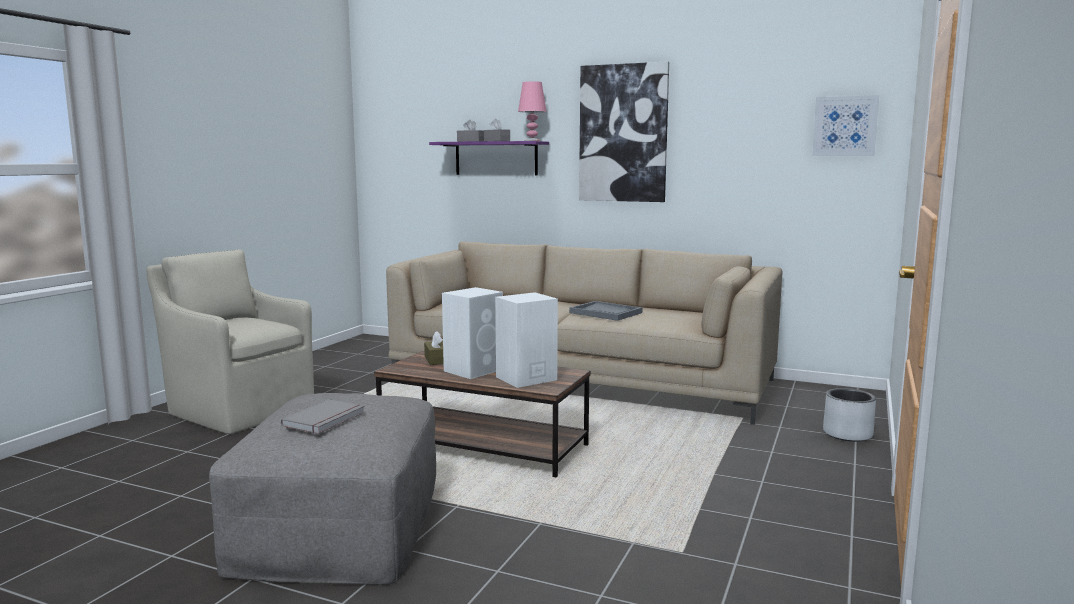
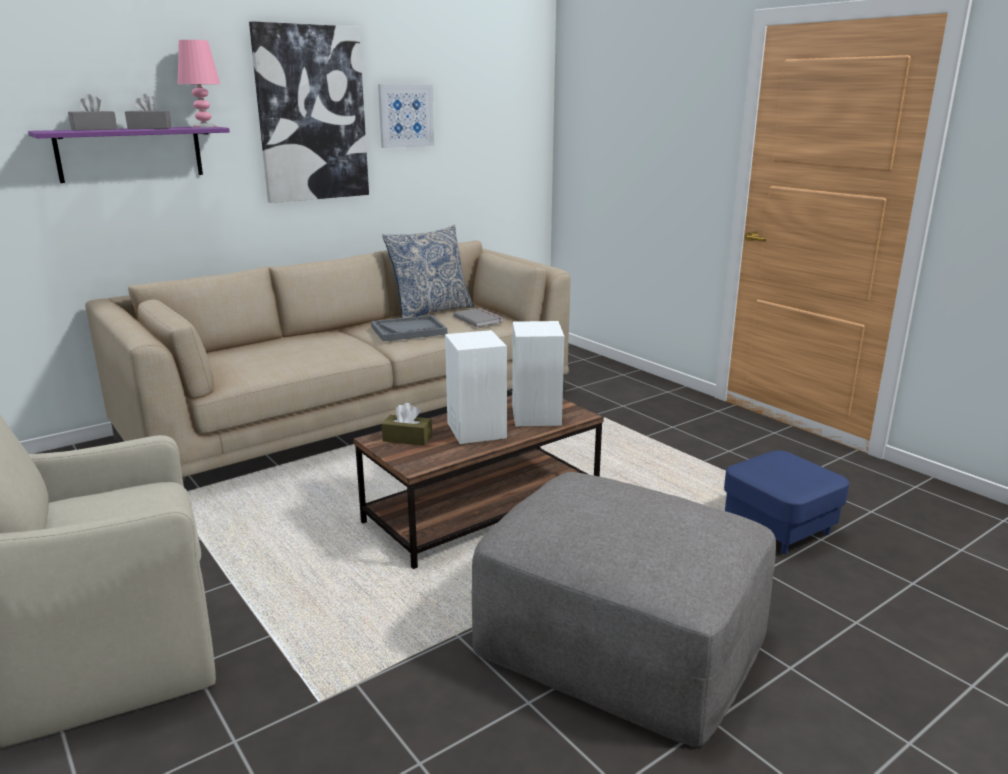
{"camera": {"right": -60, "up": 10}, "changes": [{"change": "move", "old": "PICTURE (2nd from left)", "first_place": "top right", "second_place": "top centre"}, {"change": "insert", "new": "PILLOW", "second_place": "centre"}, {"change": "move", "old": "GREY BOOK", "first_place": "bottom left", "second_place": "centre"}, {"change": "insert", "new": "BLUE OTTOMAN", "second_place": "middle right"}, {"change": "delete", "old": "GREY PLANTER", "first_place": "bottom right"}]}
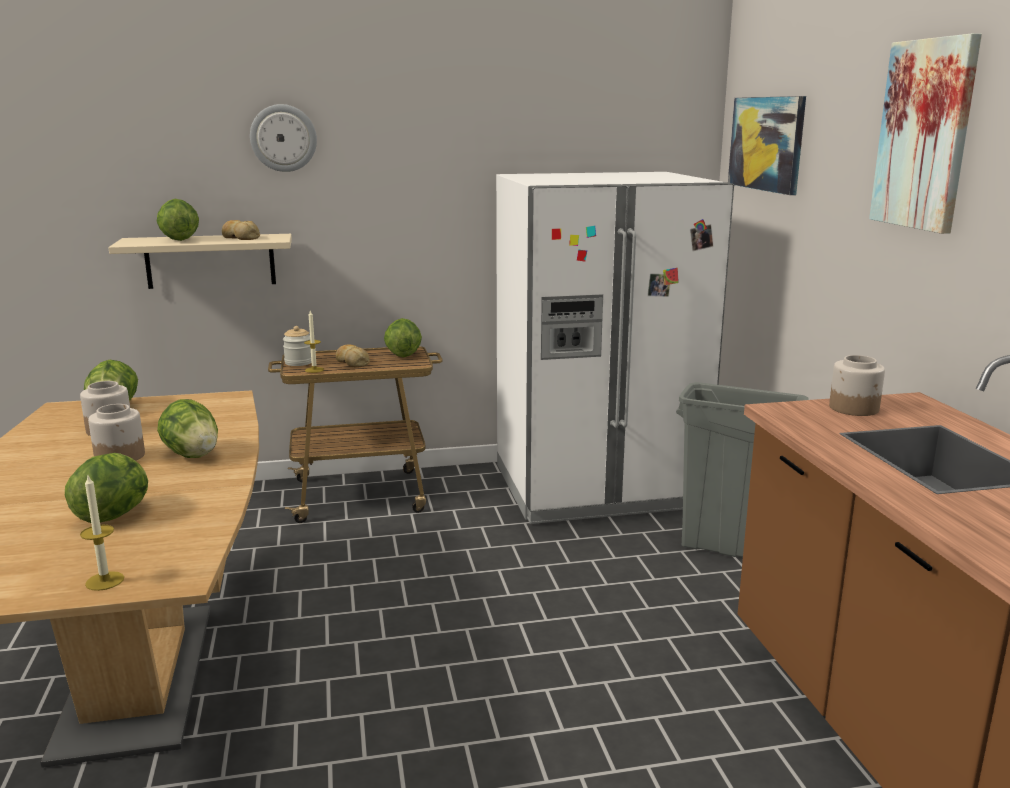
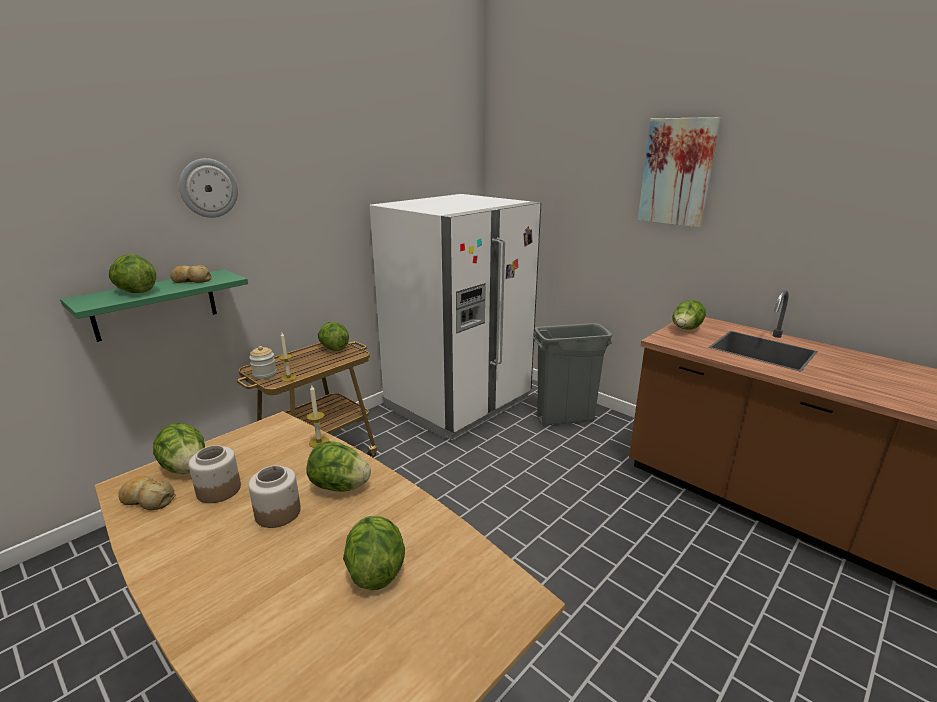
{"camera": {"right": -35, "up": 5}, "changes": [{"change": "recolor", "old": "BEIGE SHELF", "new": "GREEN SHELF", "first_place": "top left", "second_place": "middle left"}, {"change": "move", "old": "BREAD (2nd from left in the first image)", "new": "BREAD (1st from left)", "first_place": "centre", "second_place": "bottom left"}, {"change": "move", "old": "CANDLE (1st from left in the first image)", "new": "CANDLE (2nd from left)", "first_place": "bottom left", "second_place": "centre"}, {"change": "replace", "old": "JAR (4th from left)", "new": "LETTUCE (6th from left)", "first_place": "middle right", "second_place": "middle right"}, {"change": "delete", "old": "PICTURE (1st from left)", "first_place": "top right"}]}
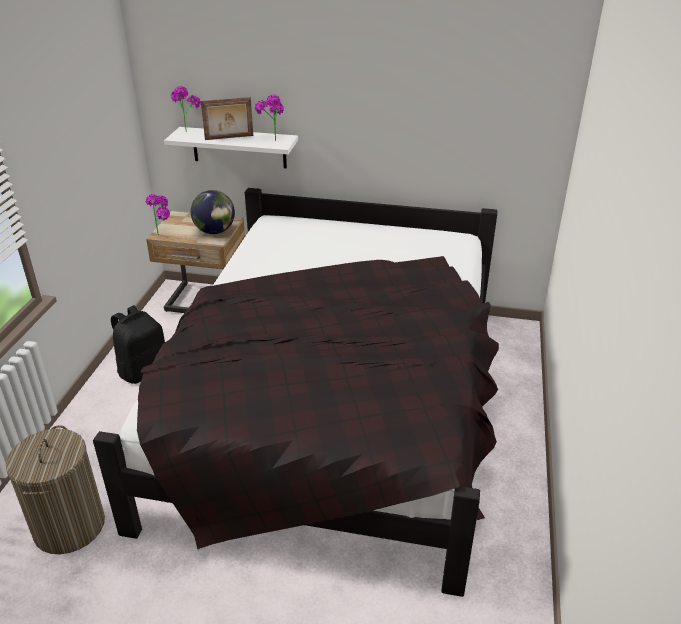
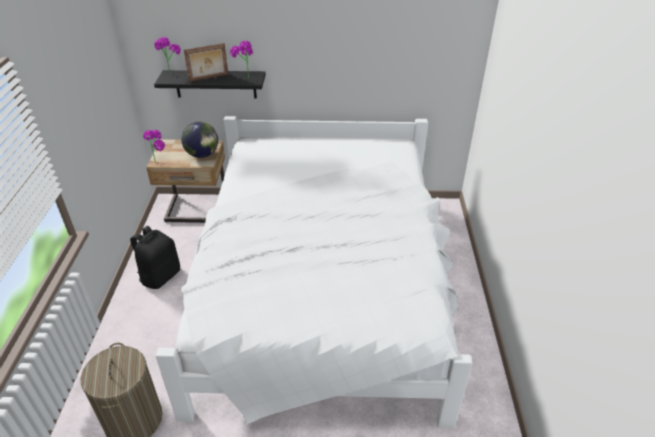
{"camera": {"right": -10, "up": 5}, "changes": [{"change": "recolor", "old": "WHITE SHELF", "new": "BLACK SHELF", "first_place": "top centre", "second_place": "top left"}, {"change": "recolor", "old": "BLACK BED", "new": "WHITE BED", "first_place": "centre", "second_place": "centre"}]}
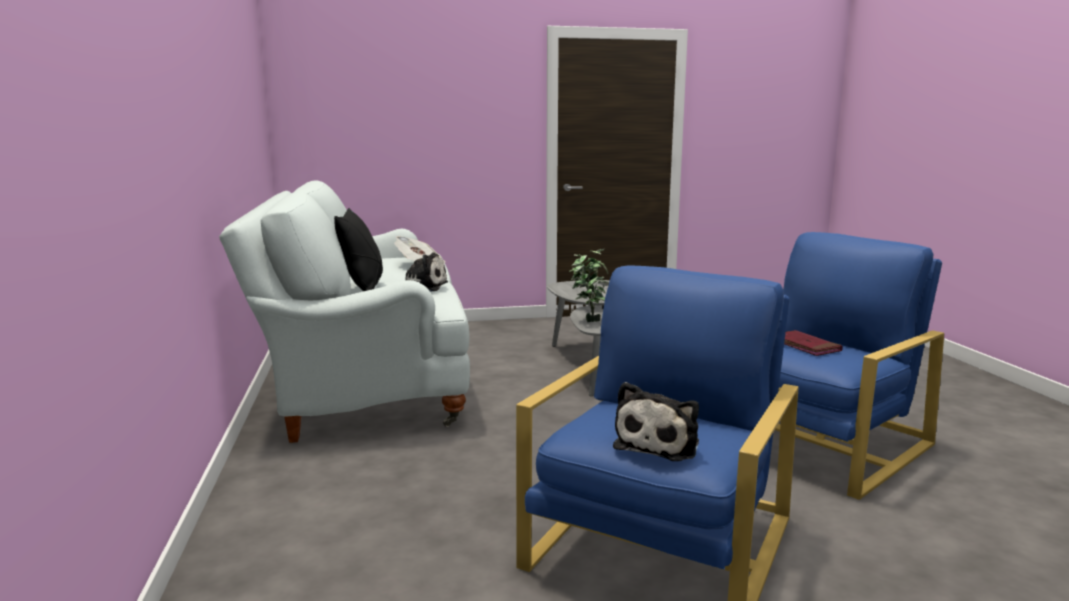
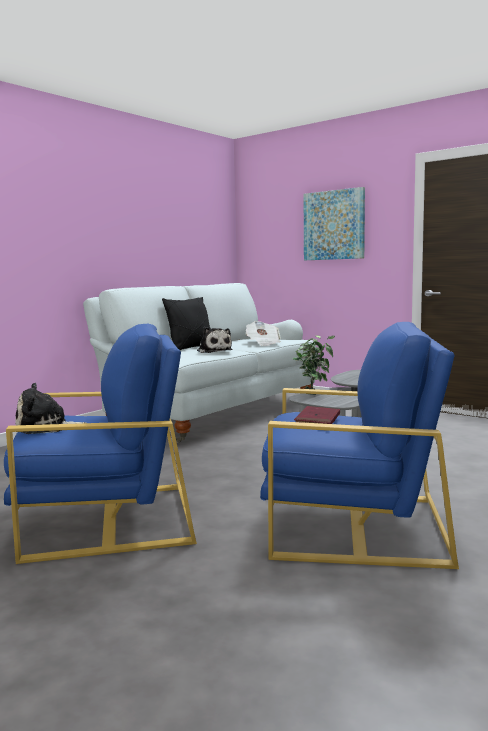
{"camera": {"right": 50, "up": -5}, "changes": [{"change": "insert", "new": "PICTURE", "second_place": "top right"}]}
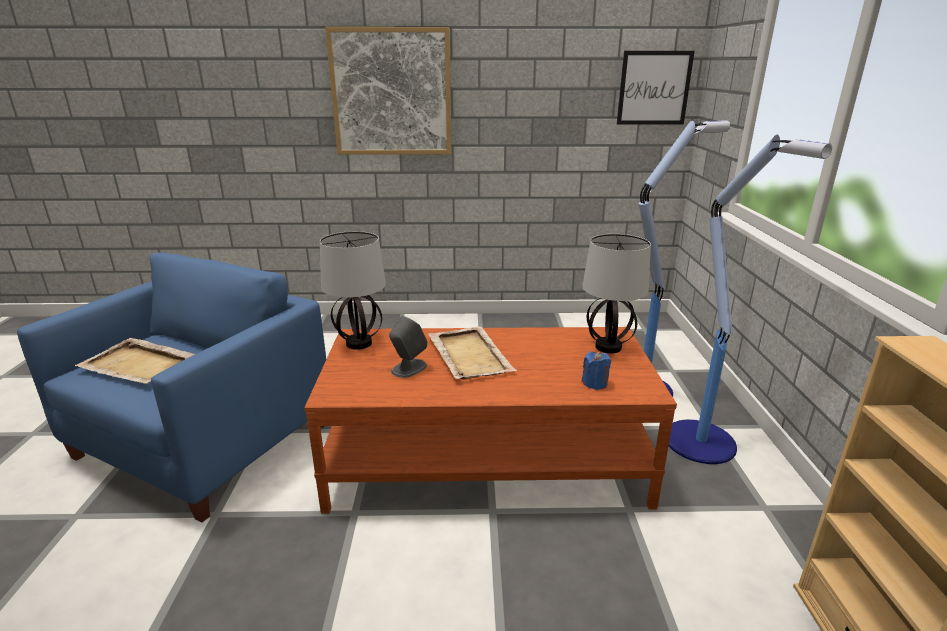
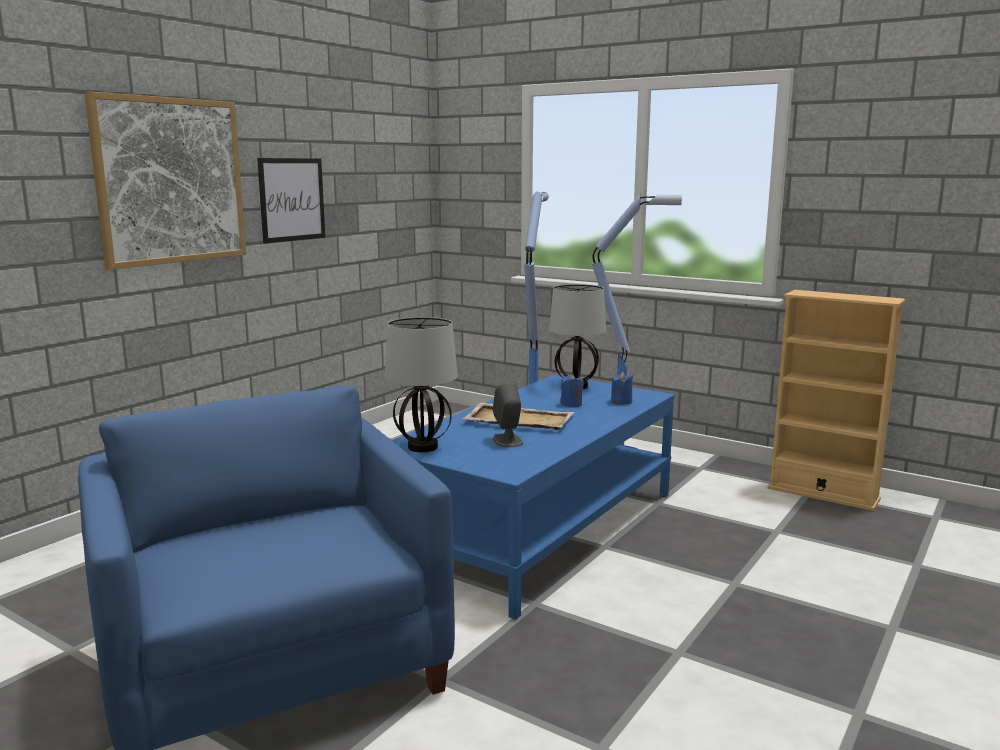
{"camera": {"right": -55, "up": -10}, "changes": [{"change": "move", "old": "PICTURE (2nd from left)", "first_place": "top right", "second_place": "top left"}, {"change": "recolor", "old": "BROWN COFFEE TABLE", "new": "BLUE COFFEE TABLE", "first_place": "centre", "second_place": "centre"}, {"change": "insert", "new": "BLUE CANDLE (1st from left)", "second_place": "centre"}, {"change": "delete", "old": "BEIGE TRAY (1st from left)", "first_place": "middle left"}]}
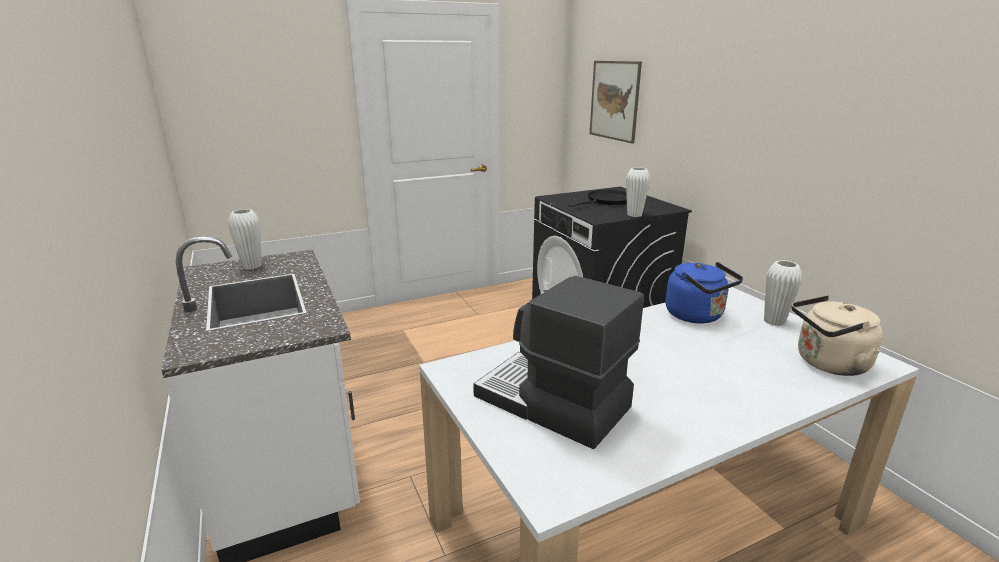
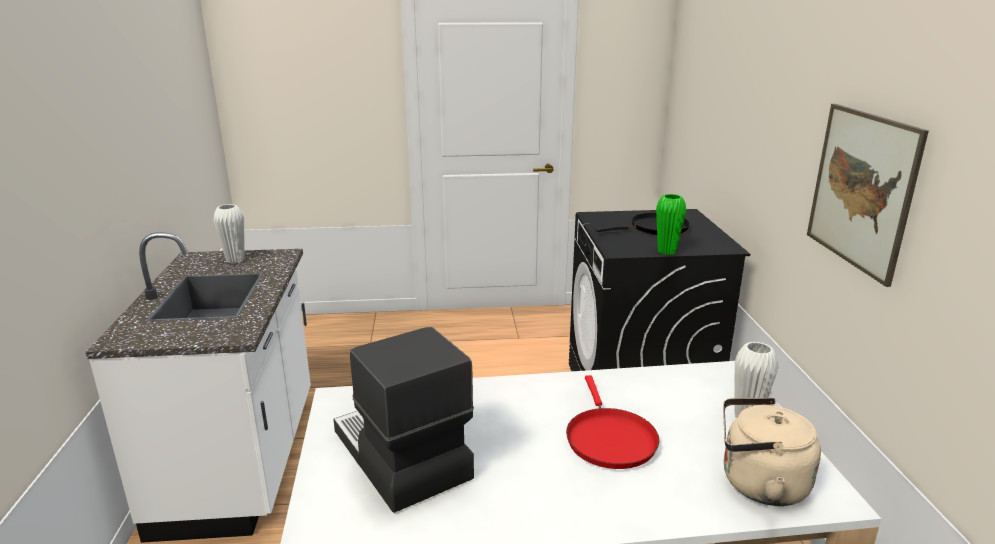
{"camera": {"right": 20, "up": 0}, "changes": [{"change": "insert", "new": "RED FRYING PAN", "second_place": "bottom centre"}, {"change": "recolor", "old": "WHITE VASE (2nd from left)", "new": "GREEN VASE", "first_place": "centre", "second_place": "middle right"}, {"change": "move", "old": "PICTURE", "first_place": "top centre", "second_place": "middle right"}, {"change": "delete", "old": "BLUE KETTLE", "first_place": "middle right"}]}
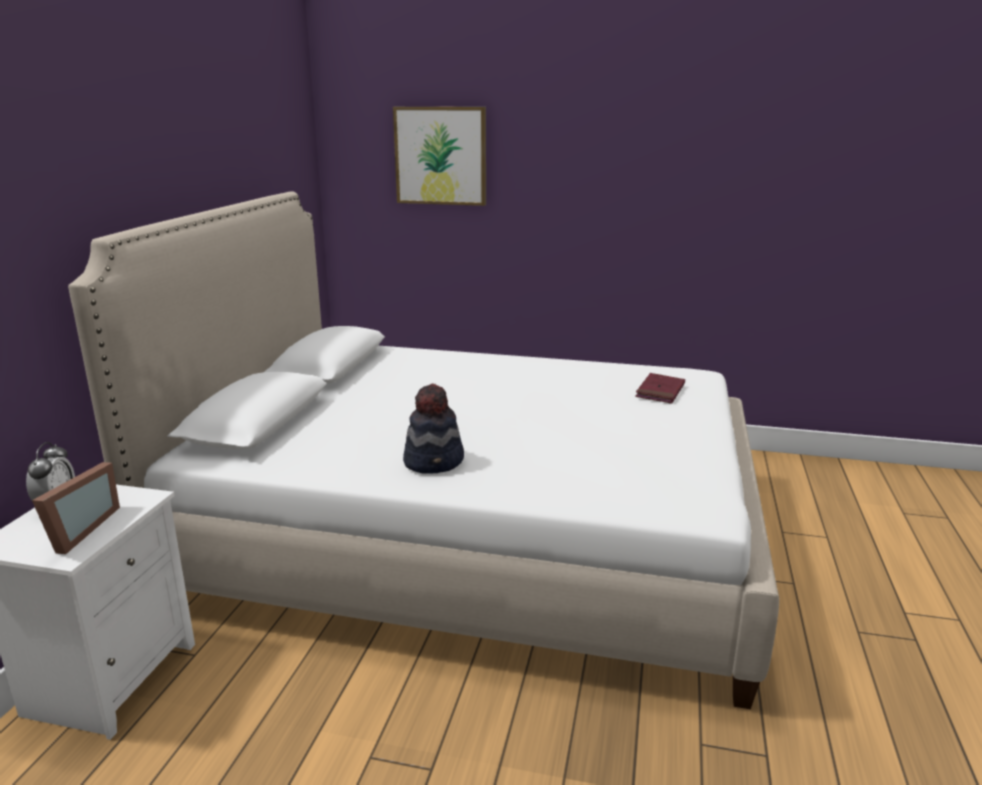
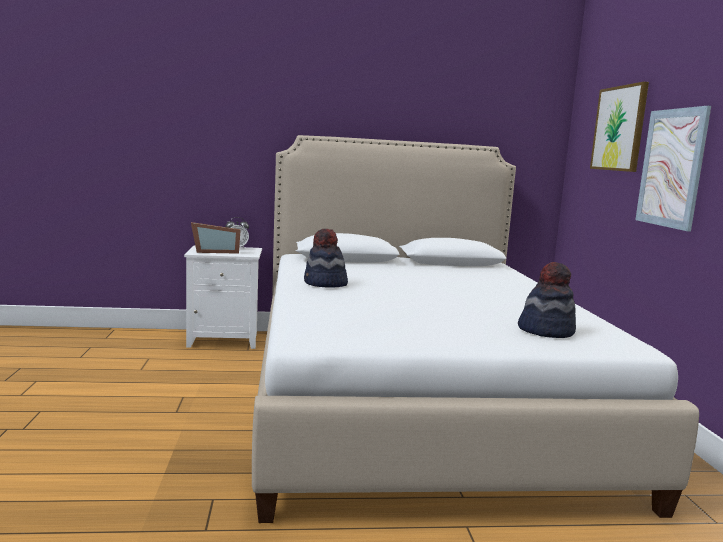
{"camera": {"right": 70, "up": -10}, "changes": [{"change": "replace", "old": "RED BOOK", "new": "HAT (2nd from left)", "first_place": "middle right", "second_place": "middle right"}, {"change": "insert", "new": "PICTURE (2nd from left)", "second_place": "top right"}]}
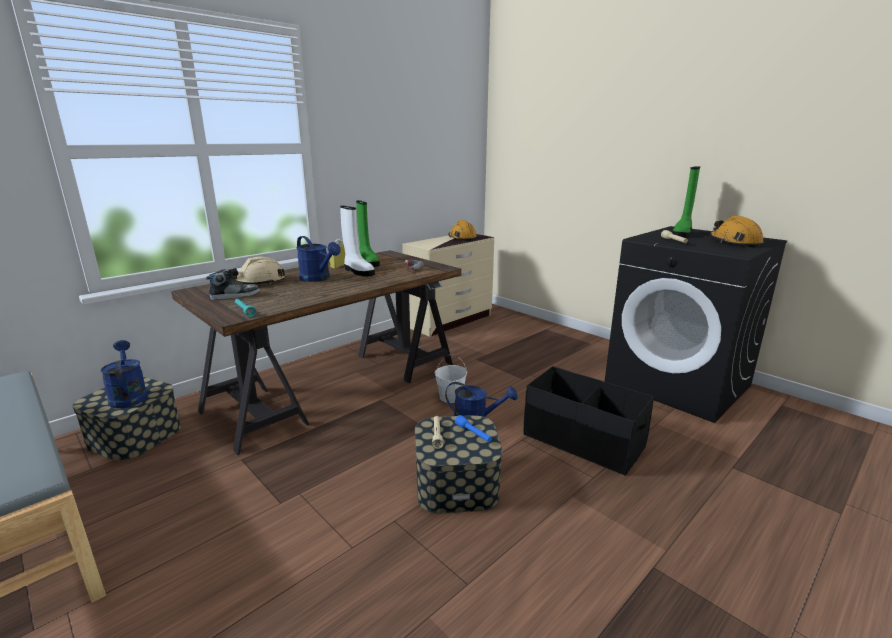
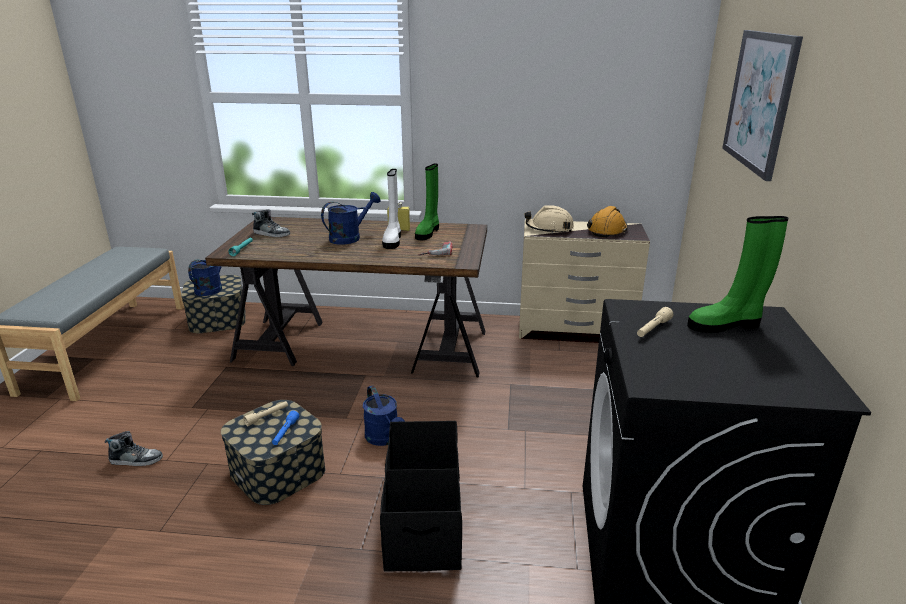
{"camera": {"right": 50, "up": 5}, "changes": [{"change": "insert", "new": "SHOE (1st from left)", "second_place": "bottom left"}, {"change": "rotate", "old": "BLUE WATERING CAN (2nd from left)", "first_place": "centre", "second_place": "centre", "degrees": -135}, {"change": "move", "old": "BEIGE HARD HAT", "first_place": "middle left", "second_place": "centre"}, {"change": "insert", "new": "PICTURE", "second_place": "top right"}, {"change": "delete", "old": "WHITE BUCKET", "first_place": "centre"}, {"change": "delete", "old": "ORANGE HARD HAT (2nd from left)", "first_place": "middle right"}]}
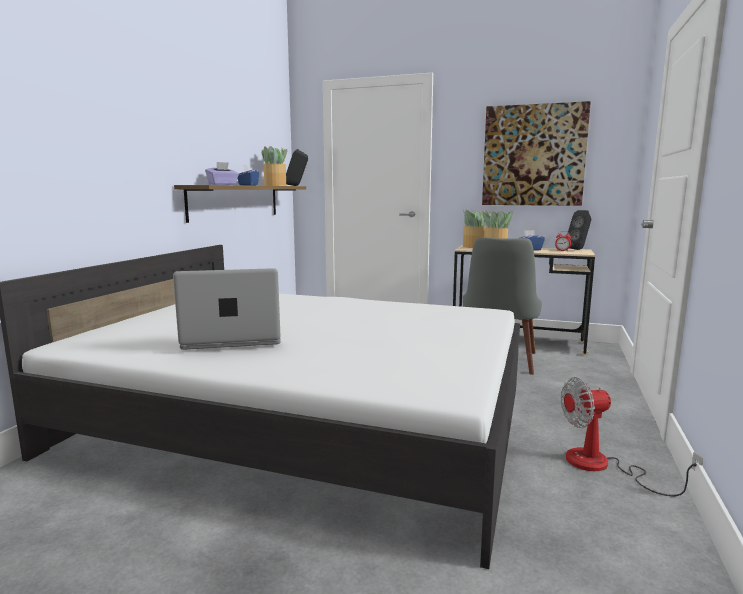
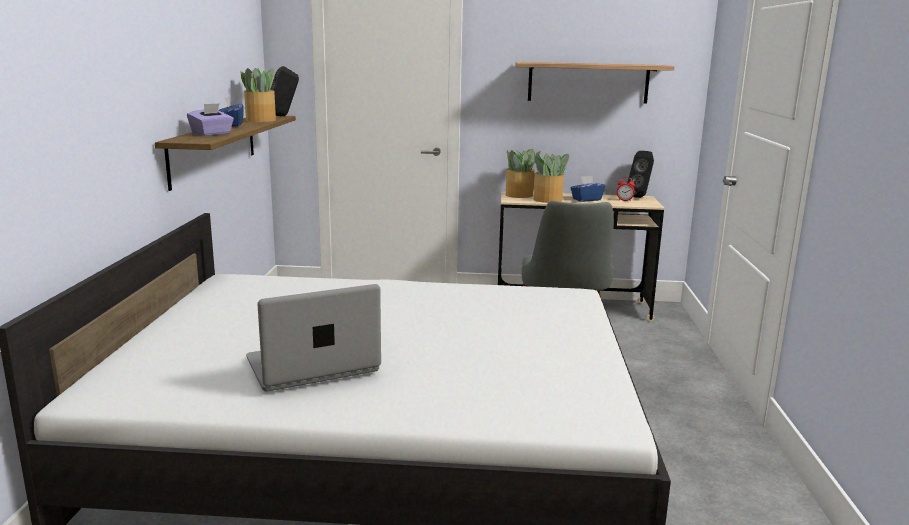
{"camera": {"right": -15, "up": 5}, "changes": [{"change": "replace", "old": "PICTURE", "new": "SHELF (2nd from left)", "first_place": "top right", "second_place": "top centre"}, {"change": "delete", "old": "FAN", "first_place": "bottom right"}]}
